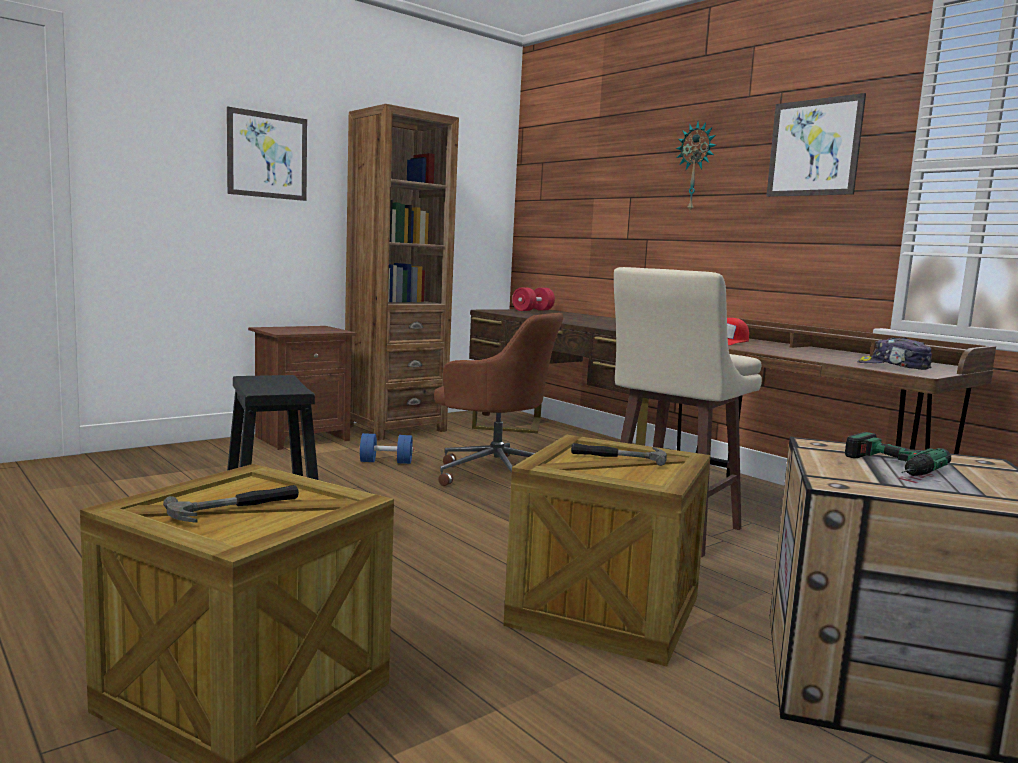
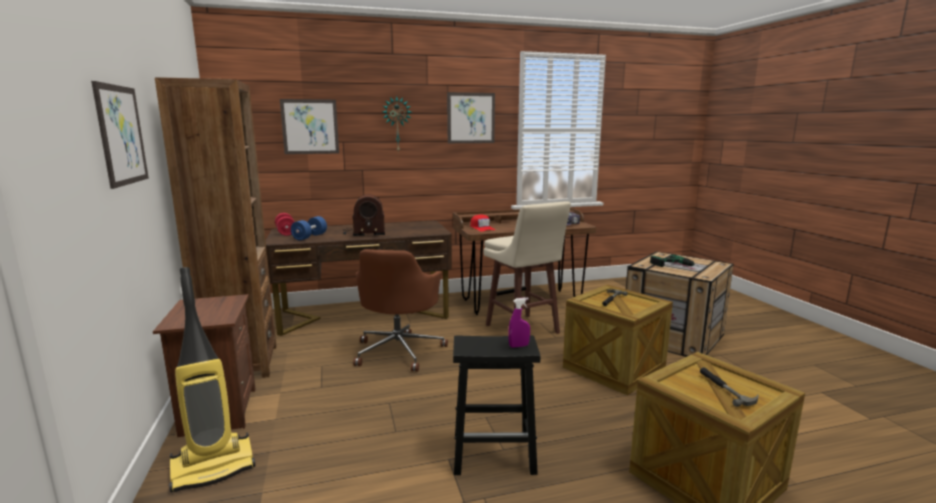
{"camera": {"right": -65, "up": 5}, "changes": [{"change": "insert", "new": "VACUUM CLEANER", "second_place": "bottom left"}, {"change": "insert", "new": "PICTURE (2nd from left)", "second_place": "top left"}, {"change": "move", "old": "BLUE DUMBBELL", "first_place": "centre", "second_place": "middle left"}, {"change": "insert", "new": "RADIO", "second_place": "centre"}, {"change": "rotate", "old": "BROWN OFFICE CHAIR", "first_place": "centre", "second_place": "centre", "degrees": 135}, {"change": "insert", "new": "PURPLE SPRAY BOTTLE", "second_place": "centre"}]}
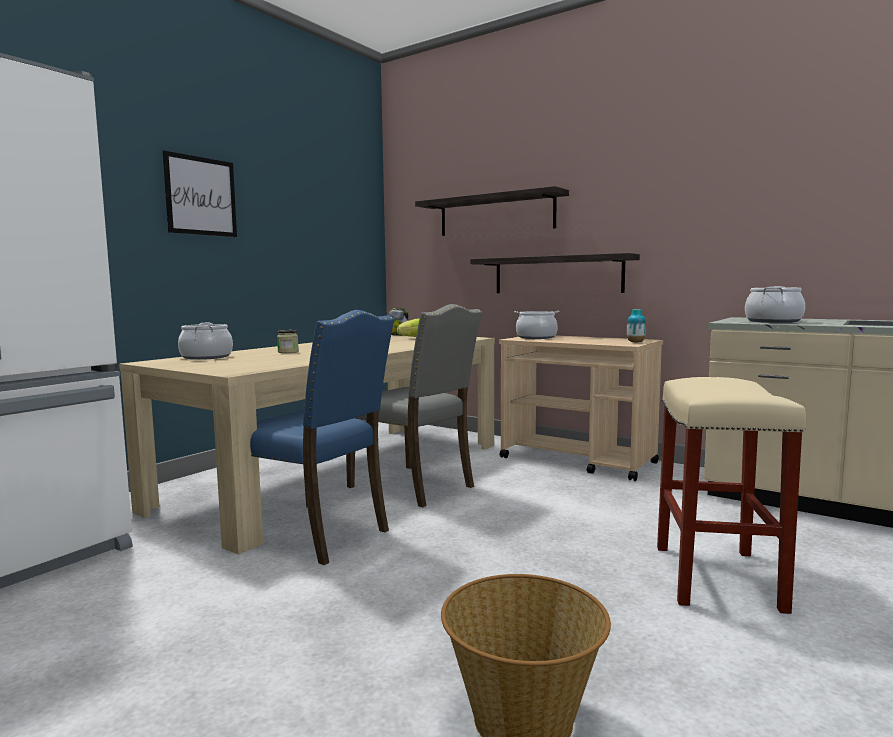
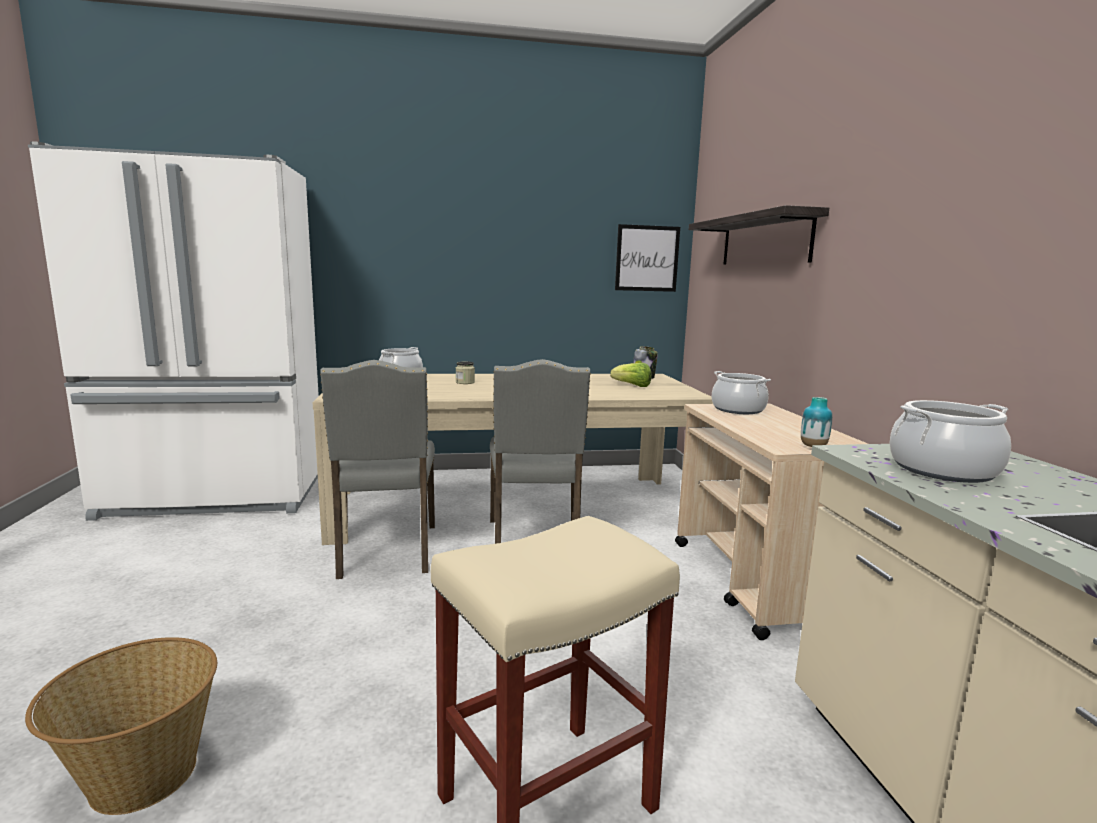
{"camera": {"right": 45, "up": 5}, "changes": [{"change": "recolor", "old": "BLUE CHAIR", "new": "GREY CHAIR (1st from left)", "first_place": "centre", "second_place": "centre"}, {"change": "move", "old": "PICTURE", "first_place": "top left", "second_place": "top centre"}, {"change": "delete", "old": "SHELF (2nd from left)", "first_place": "centre"}]}
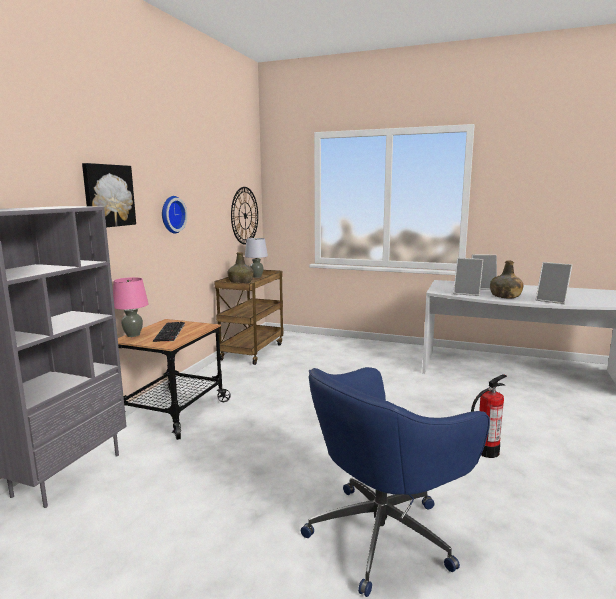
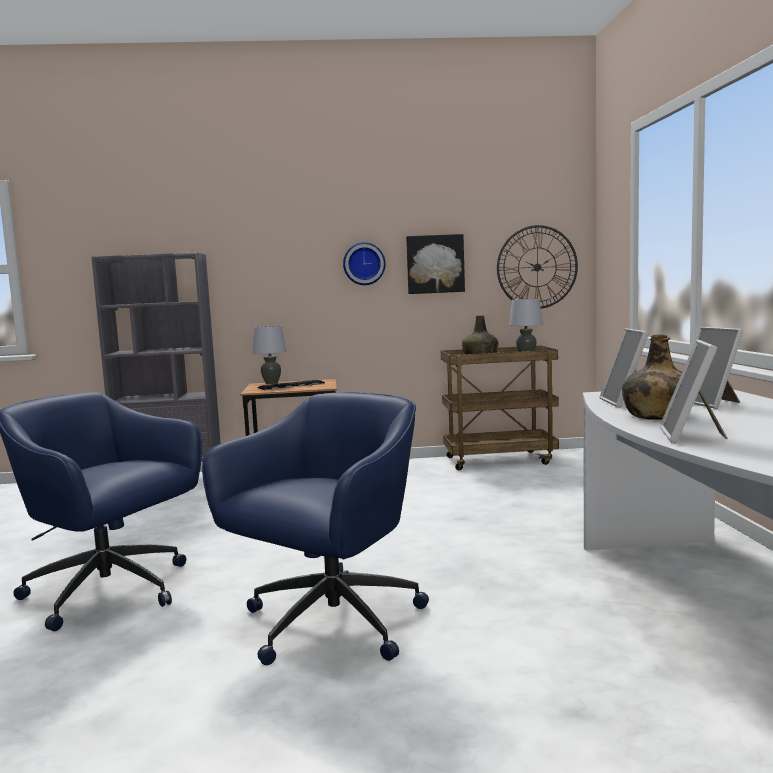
{"camera": {"right": 65, "up": -5}, "changes": [{"change": "replace", "old": "FIRE EXTINGUISHER", "new": "BLUE OFFICE CHAIR (2nd from left)", "first_place": "bottom right", "second_place": "bottom centre"}, {"change": "recolor", "old": "PINK TABLE LAMP", "new": "GREY TABLE LAMP (1st from left)", "first_place": "middle left", "second_place": "centre"}, {"change": "move", "old": "PICTURE", "first_place": "top left", "second_place": "centre"}]}
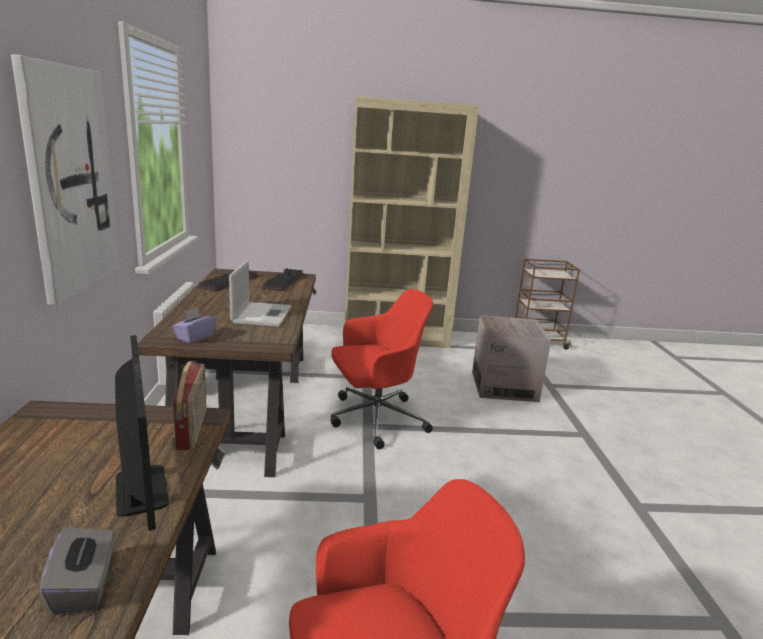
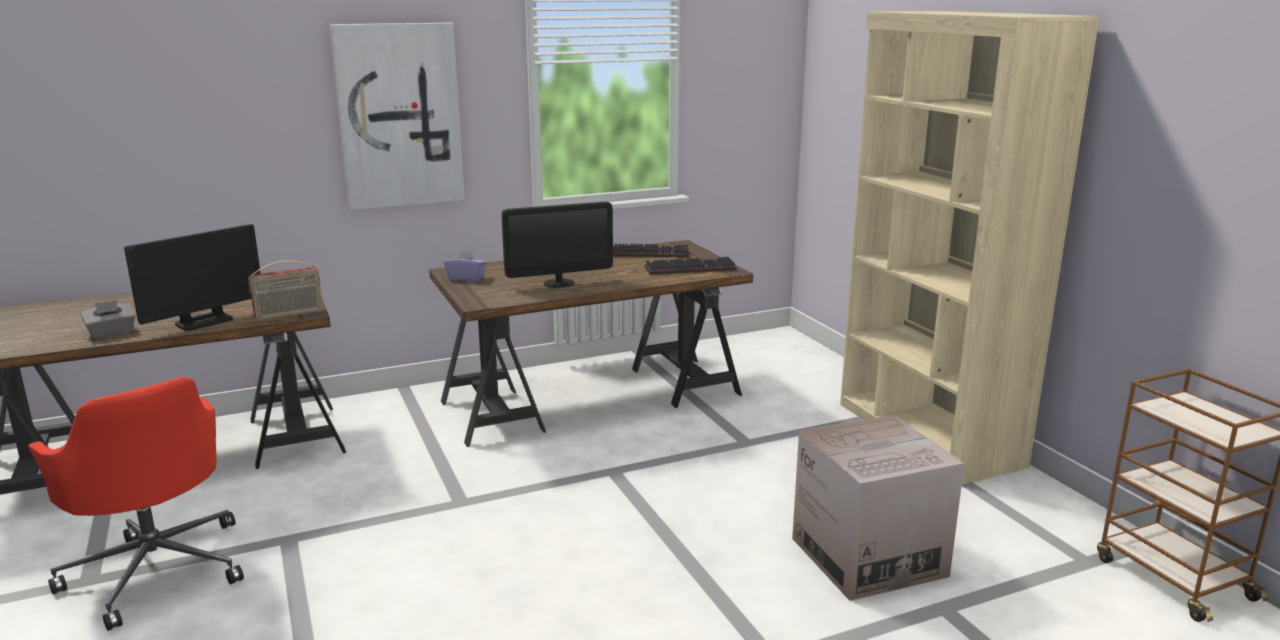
{"camera": {"right": 70, "up": 0}, "changes": [{"change": "replace", "old": "LAPTOP", "new": "MONITOR (2nd from left)", "first_place": "centre", "second_place": "centre"}, {"change": "delete", "old": "RED OFFICE CHAIR (1st from left)", "first_place": "centre"}]}
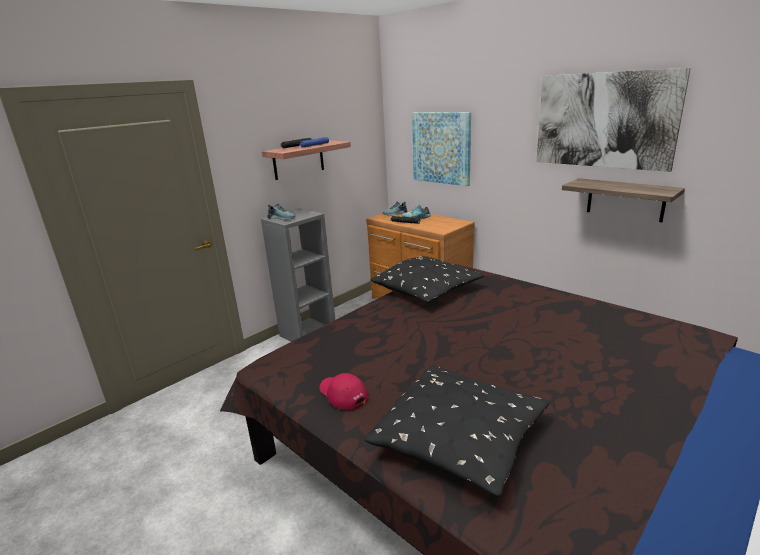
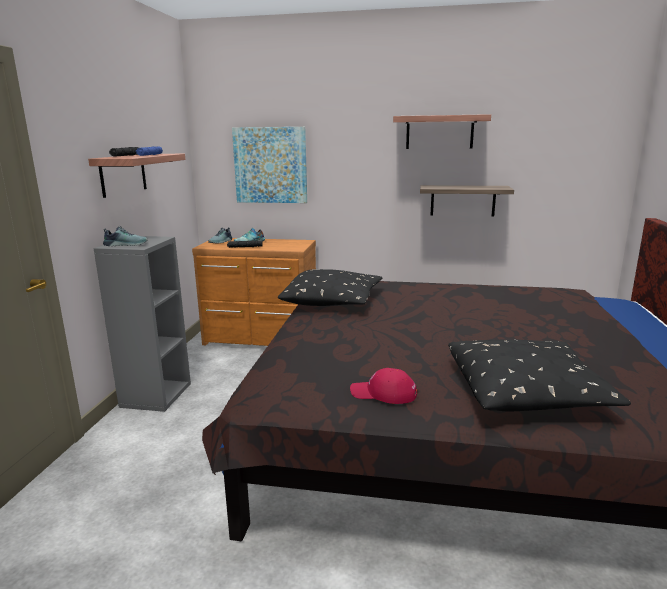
{"camera": {"right": -35, "up": -5}, "changes": [{"change": "replace", "old": "PICTURE (2nd from left)", "new": "SHELF (2nd from left)", "first_place": "top right", "second_place": "top centre"}]}
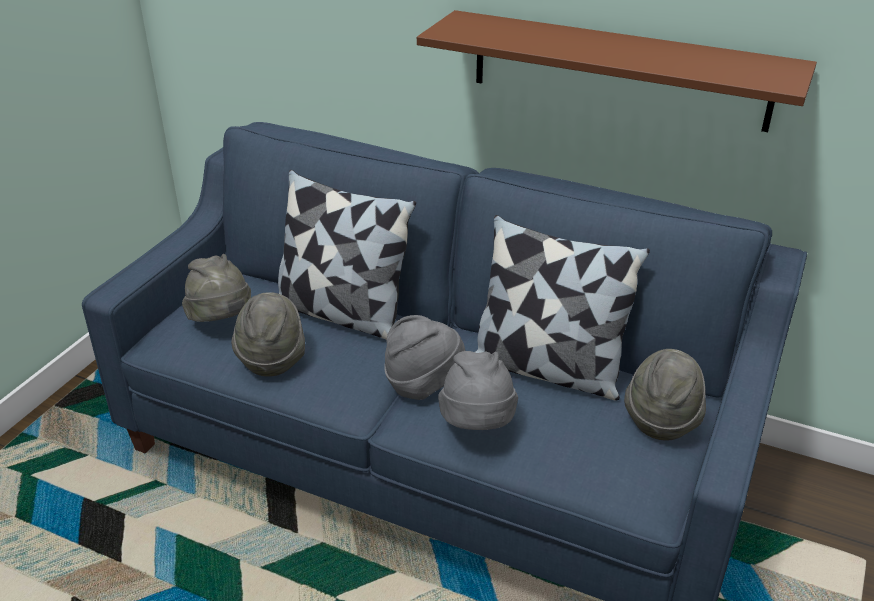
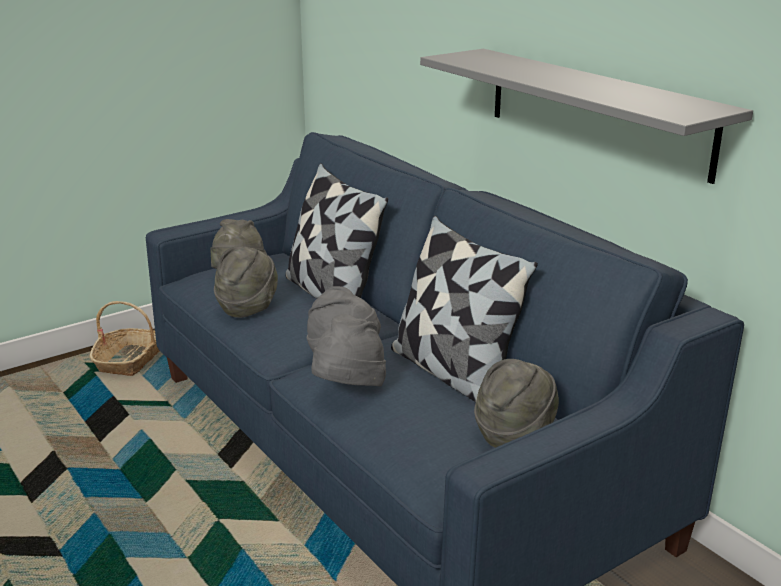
{"camera": {"right": 30, "up": -10}, "changes": [{"change": "insert", "new": "BASKET", "second_place": "middle left"}, {"change": "recolor", "old": "BROWN SHELF", "new": "GREY SHELF", "first_place": "top right", "second_place": "top right"}]}
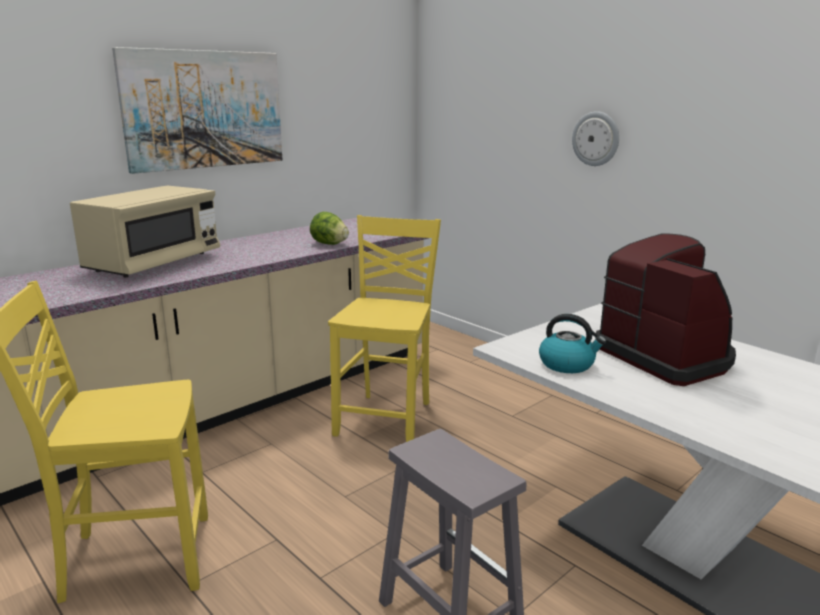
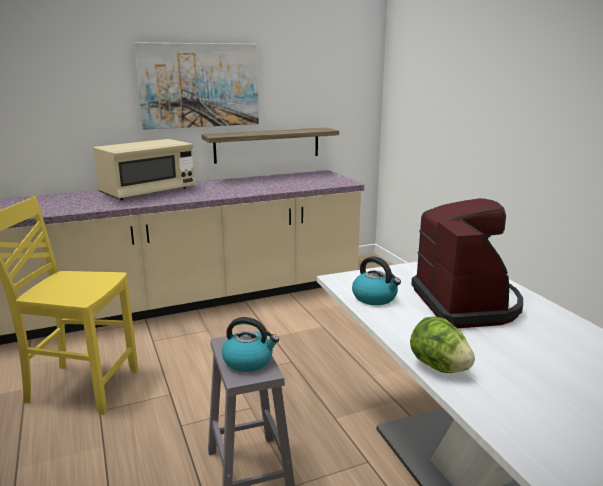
{"camera": {"right": 20, "up": 0}, "changes": [{"change": "insert", "new": "SHELF", "second_place": "top centre"}, {"change": "insert", "new": "KETTLE (1st from left)", "second_place": "bottom centre"}, {"change": "move", "old": "LETTUCE", "first_place": "centre", "second_place": "bottom right"}, {"change": "delete", "old": "YELLOW CHAIR (2nd from left)", "first_place": "centre"}, {"change": "delete", "old": "WALL CLOCK", "first_place": "top right"}]}
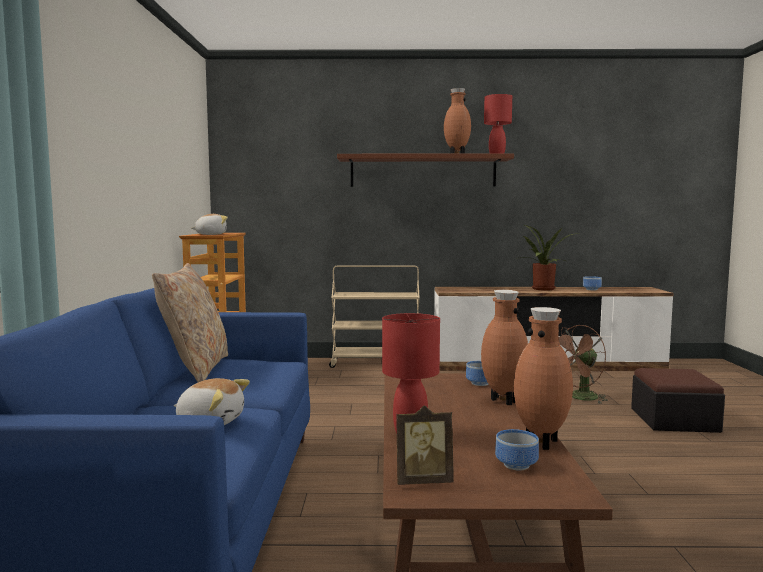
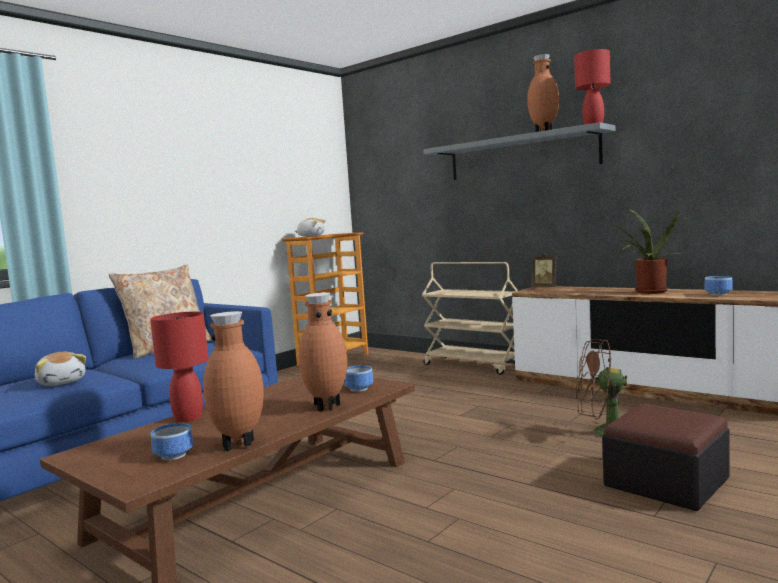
{"camera": {"right": 40, "up": 0}, "changes": [{"change": "recolor", "old": "BROWN SHELF", "new": "GREY SHELF", "first_place": "top centre", "second_place": "top right"}, {"change": "move", "old": "PICTURE FRAME", "first_place": "bottom centre", "second_place": "middle right"}]}
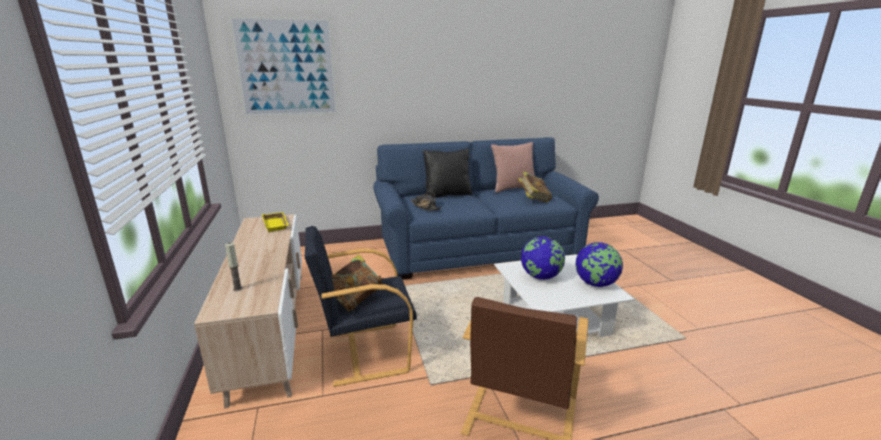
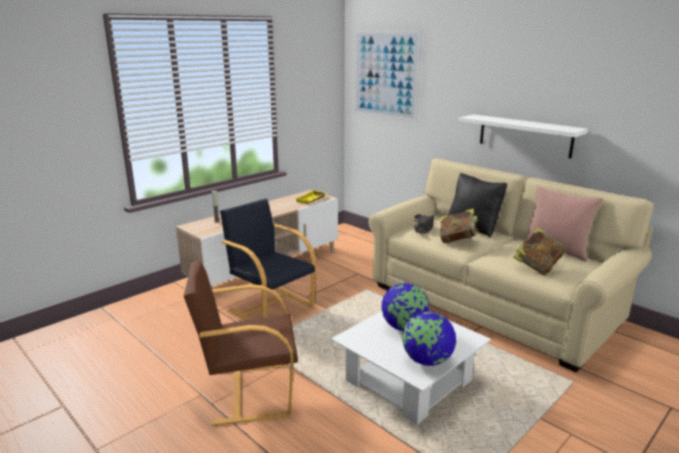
{"camera": {"right": 60, "up": 0}, "changes": [{"change": "recolor", "old": "BLUE SOFA", "new": "BEIGE SOFA", "first_place": "centre", "second_place": "middle right"}, {"change": "move", "old": "BOOK (1st from left)", "first_place": "centre", "second_place": "middle right"}, {"change": "insert", "new": "WHITE SHELF", "second_place": "top right"}]}
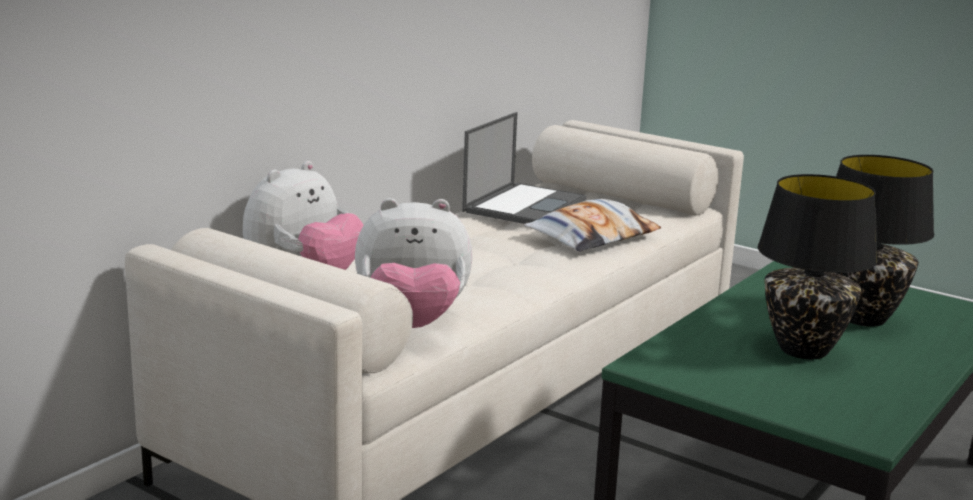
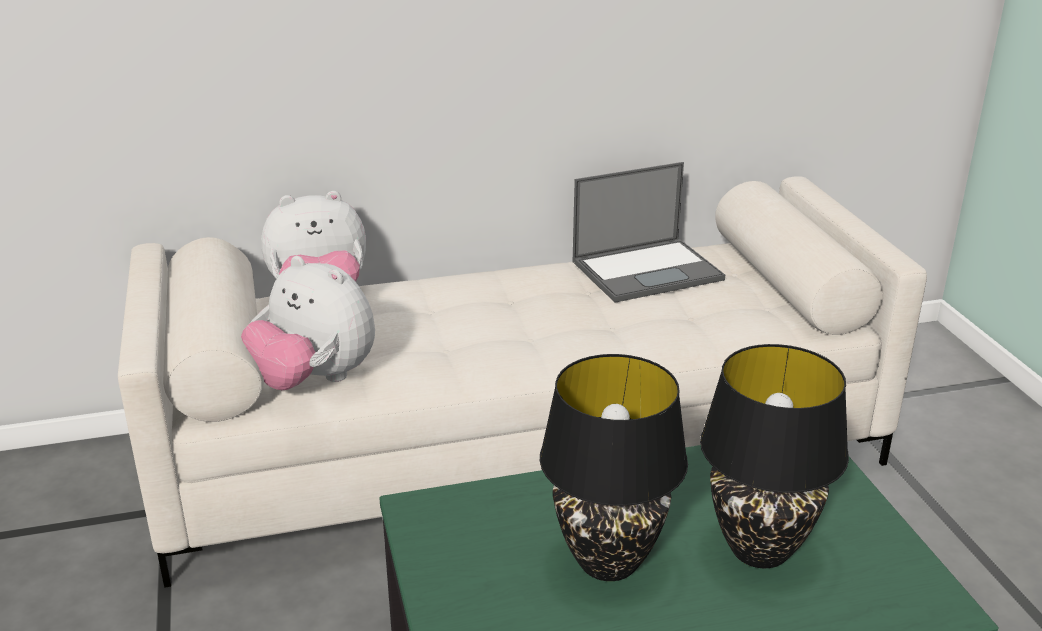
{"camera": {"right": 40, "up": 10}, "changes": [{"change": "delete", "old": "PILLOW", "first_place": "centre"}]}
